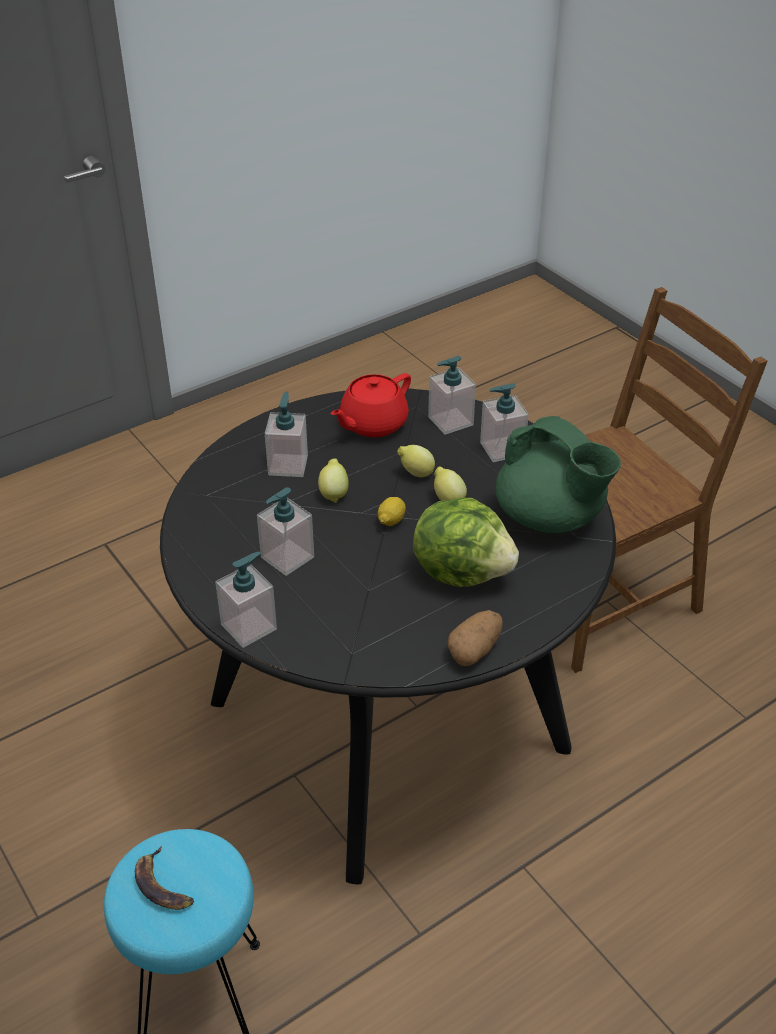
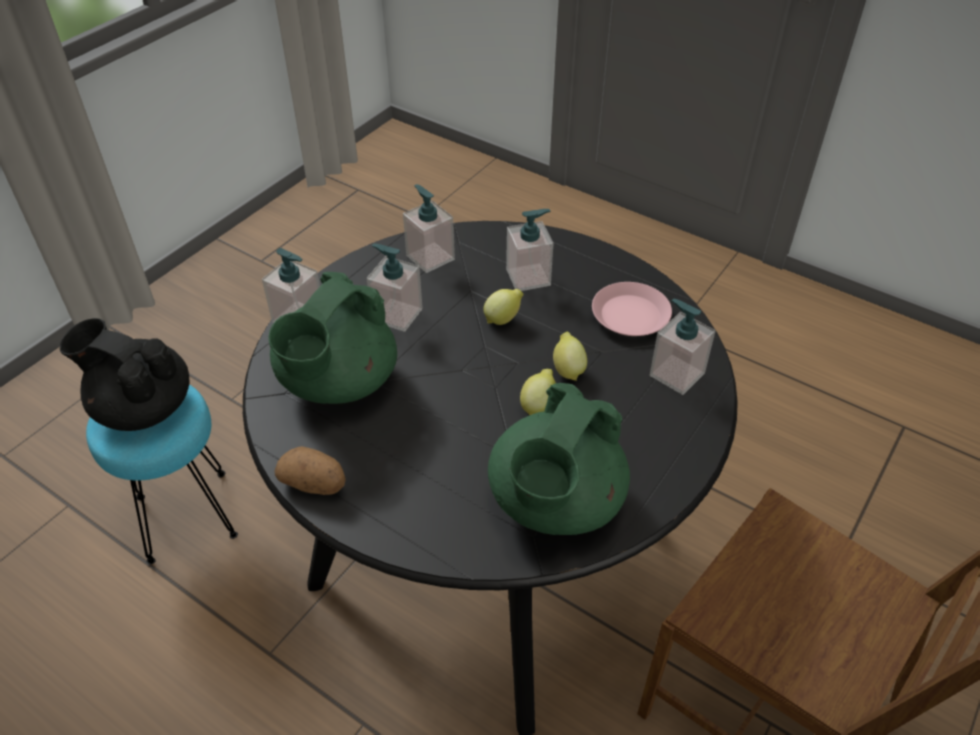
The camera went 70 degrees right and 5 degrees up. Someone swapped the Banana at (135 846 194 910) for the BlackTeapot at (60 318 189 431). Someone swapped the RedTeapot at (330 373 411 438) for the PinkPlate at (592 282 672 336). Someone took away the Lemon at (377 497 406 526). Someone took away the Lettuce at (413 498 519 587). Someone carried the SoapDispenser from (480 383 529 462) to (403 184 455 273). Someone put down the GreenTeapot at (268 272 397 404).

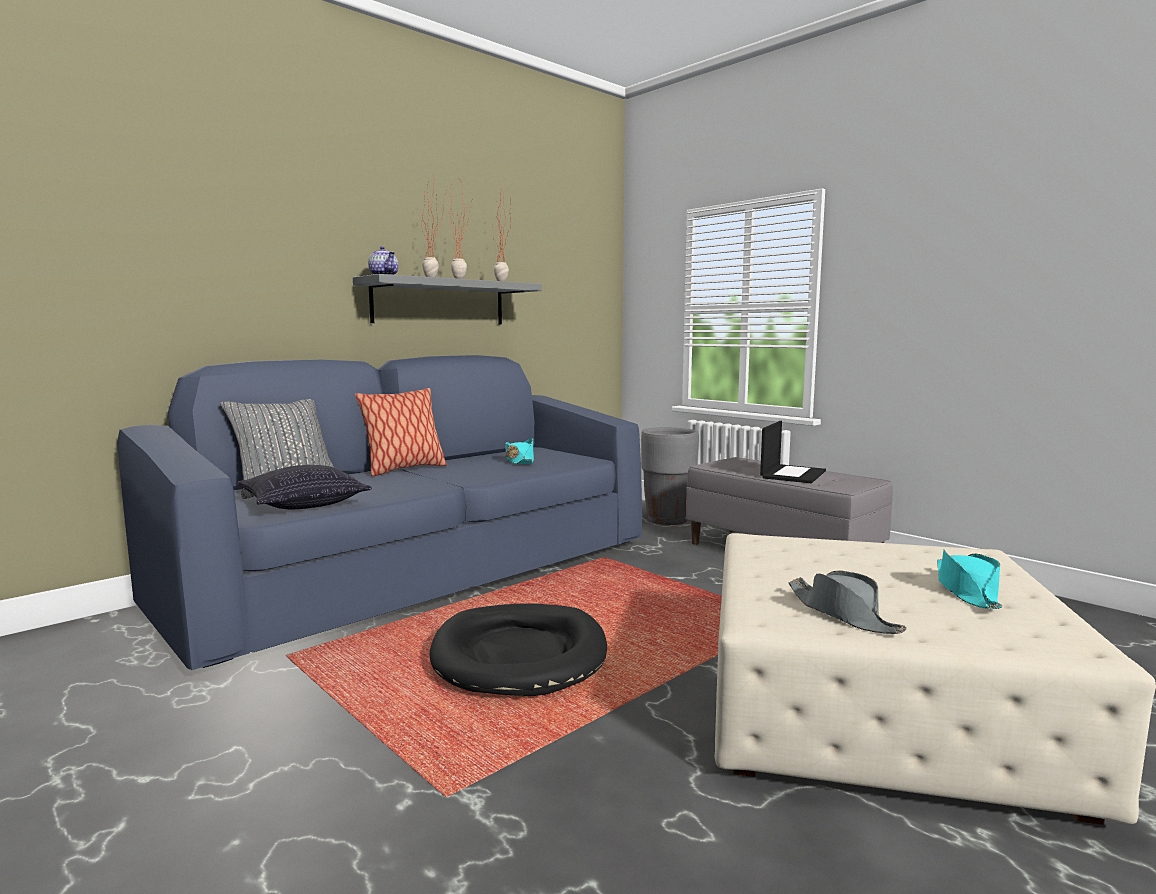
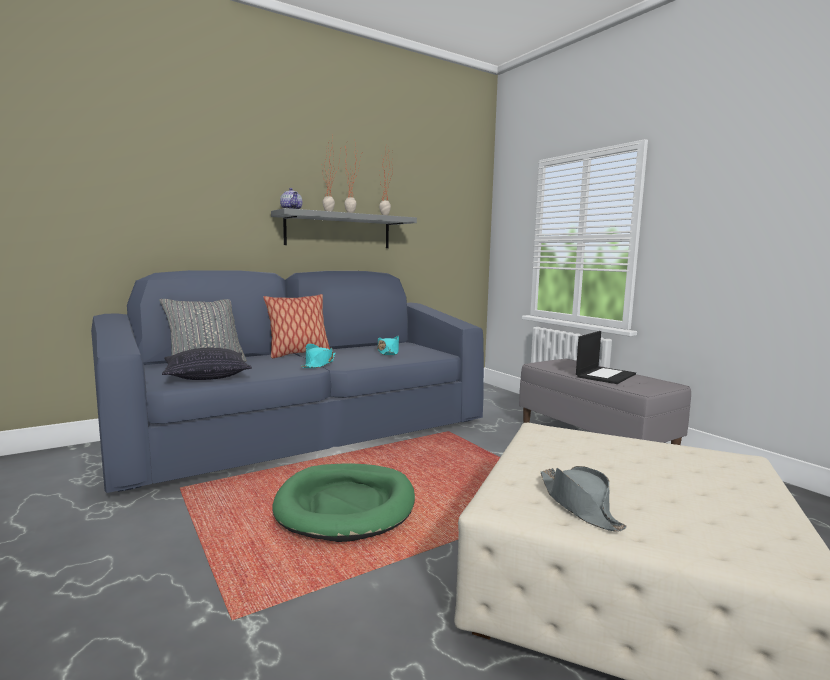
The camera went 10 degrees right and 0 degrees up. Someone repainted the BlackDogBed at (430 604 607 696), which became the GreenDogBed at (272 463 415 542). Someone took away the GreyPlanter at (641 427 699 525). Someone carried the TurquoiseHat from (937 549 1003 609) to (301 344 336 368).

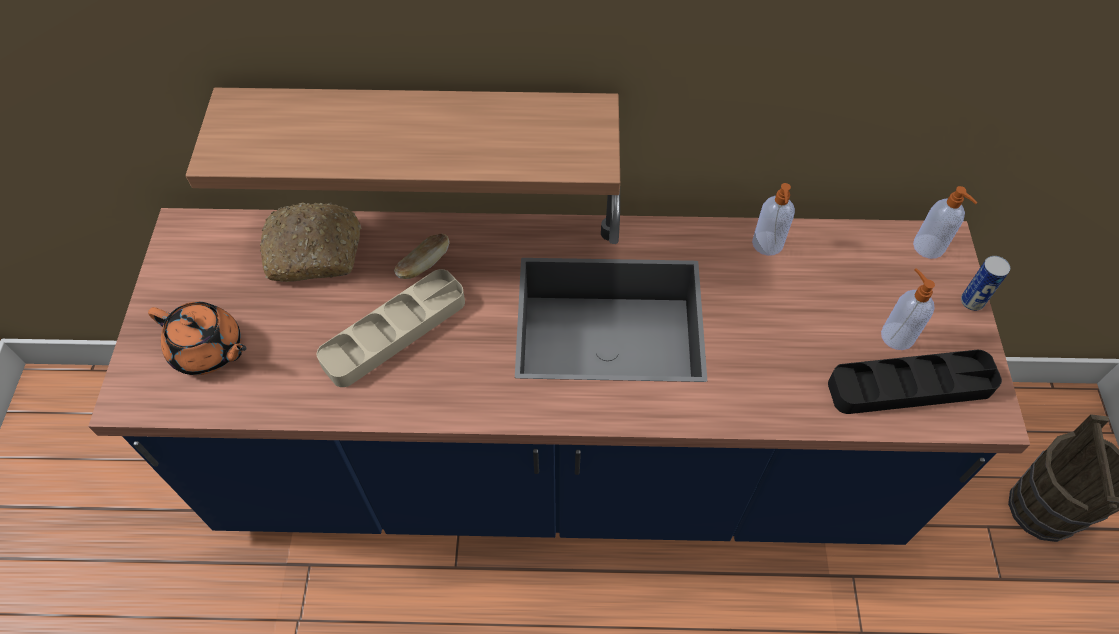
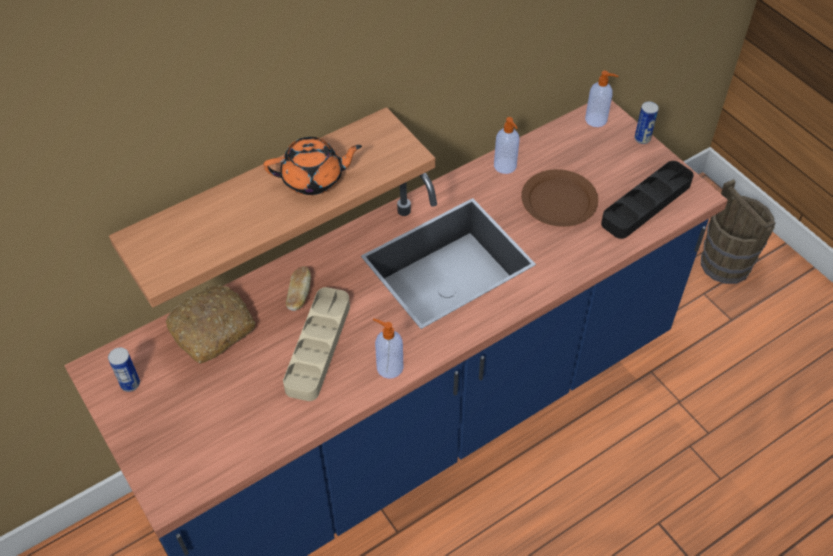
The camera went 35 degrees left and 5 degrees down. Someone carried the OrangeTeapot from (148 302 247 375) to (264 137 362 195). Someone carried the SoapDispenser from (881 268 935 350) to (373 319 403 379). Someone put down the Can at (108 348 140 392). Someone put down the BrownPlate at (521 169 598 227).

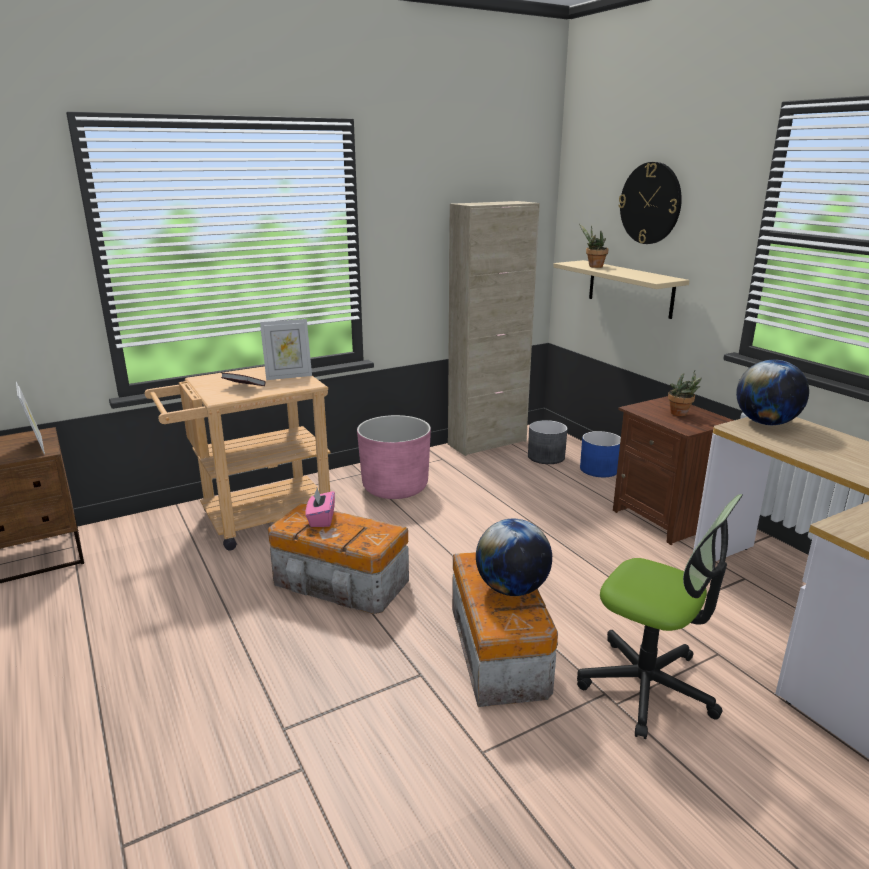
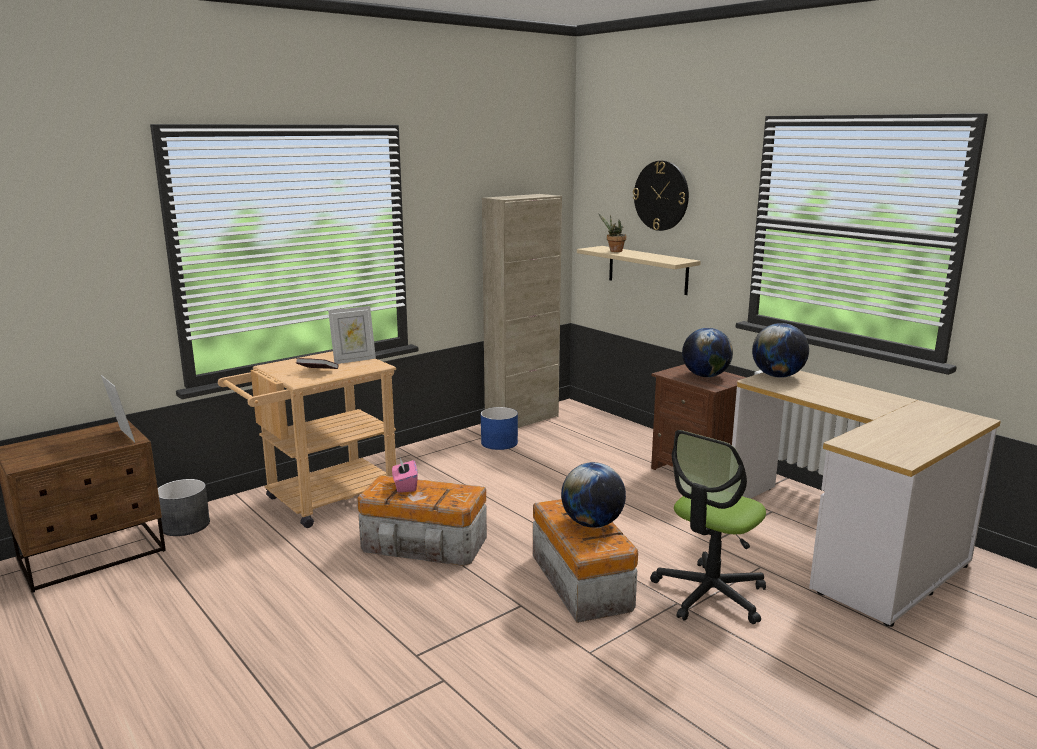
The camera went 10 degrees left and 5 degrees down. Someone took away the PinkPlanter at (357 415 431 499). Someone carried the GreyPlanter from (528 420 568 464) to (158 479 210 536). Someone rotated the OfficeChair at (577 494 743 739) by 105 degrees clockwise. Someone carried the BluePlanter from (580 431 621 477) to (481 407 518 450). Someone swapped the PottedPlant at (668 370 702 416) for the Globe at (682 328 733 377).

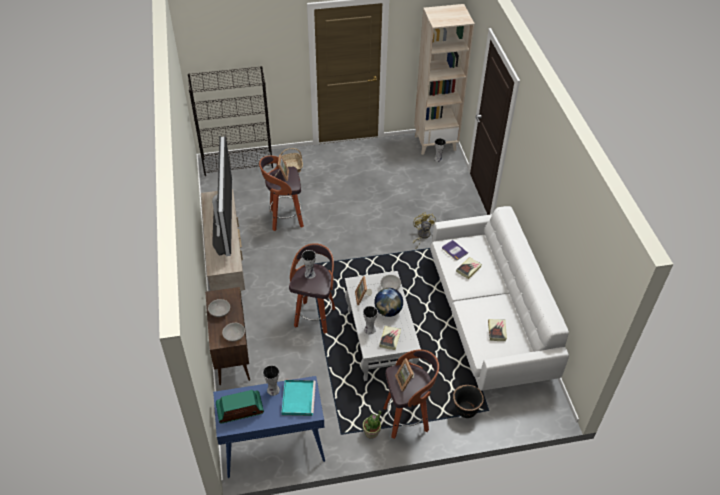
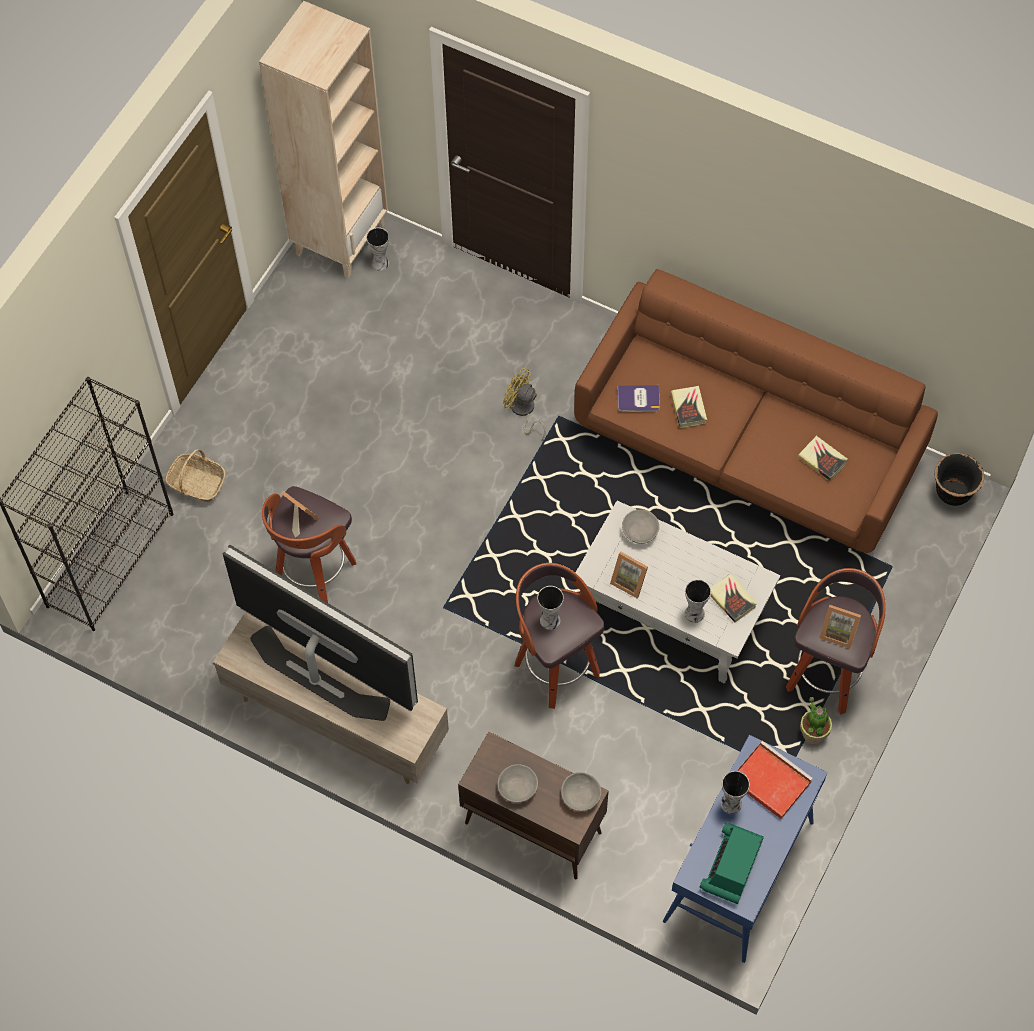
The camera went 50 degrees left and 15 degrees up. Someone repainted the TurquoiseTray at (281 380 316 416), which became the RedTray at (737 741 813 819). Someone took away the Globe at (374 288 403 317). Someone repainted the WhiteSofa at (430 206 569 391), which became the BrownSofa at (574 269 938 553). Someone carried the BlackPlanter from (453 385 484 418) to (934 453 984 506).

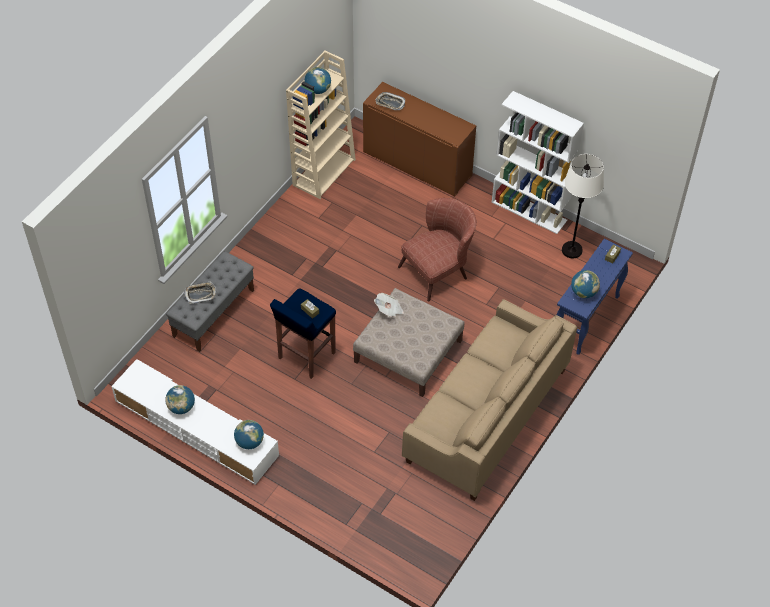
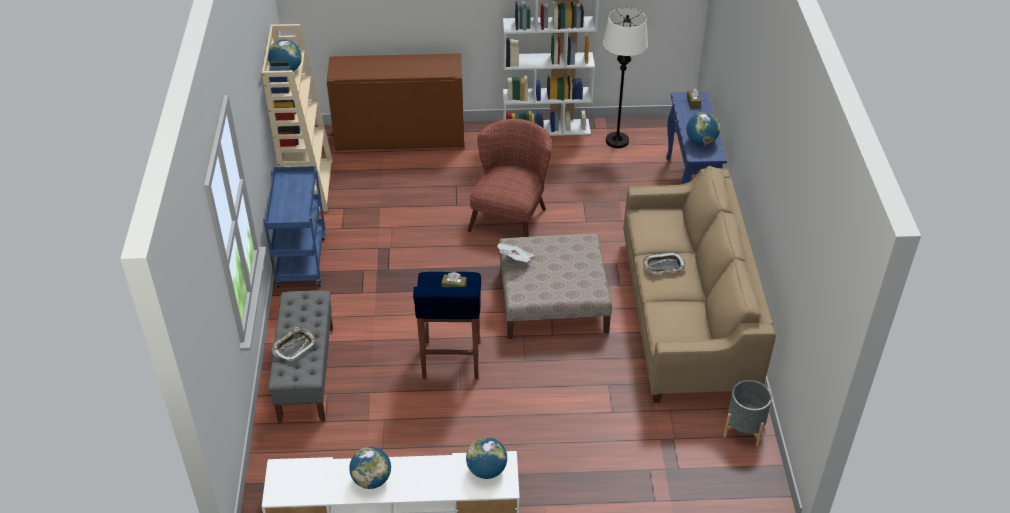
The camera went 35 degrees left and 10 degrees down. Someone carried the Tray from (376 92 405 110) to (643 252 686 274). Someone put down the BlueCart at (263 166 325 288). Someone put down the GreyPlanter at (723 380 772 447).

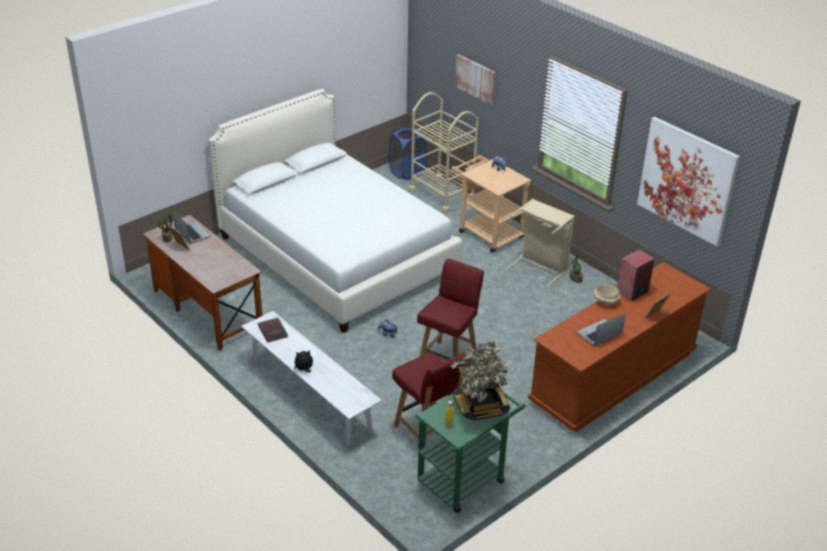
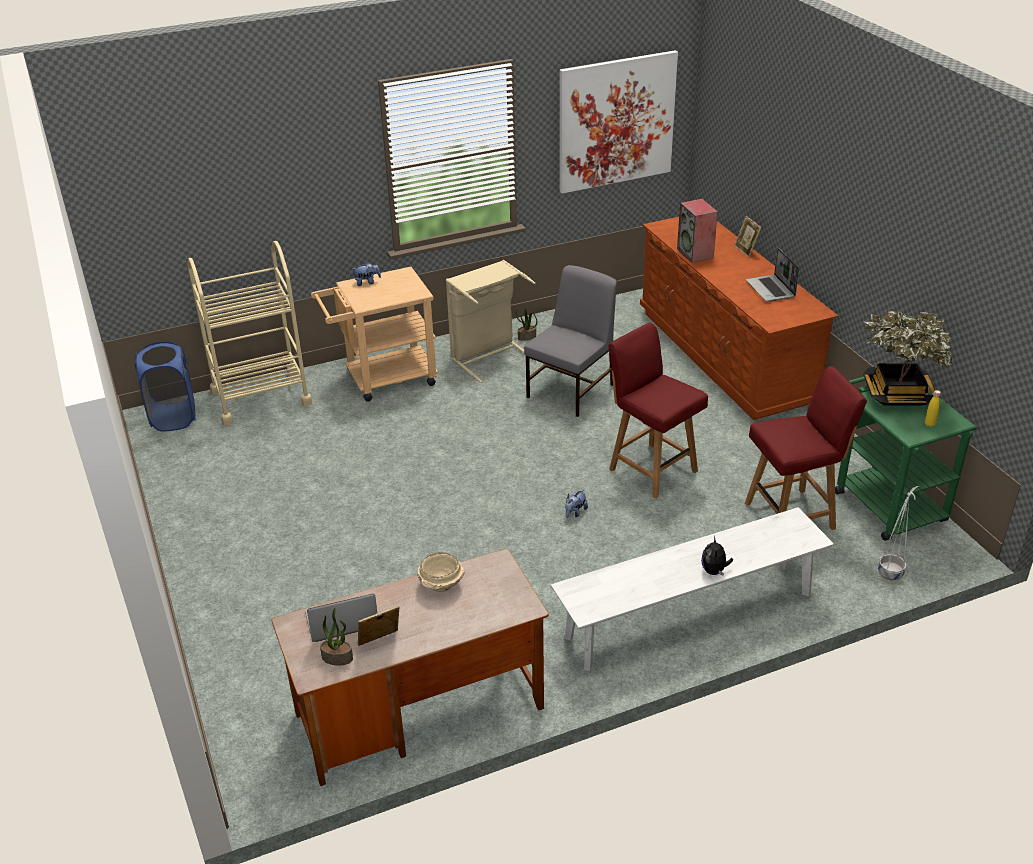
The camera went 70 degrees left and 0 degrees up. Someone took away the WhiteBed at (209 89 462 333). Someone took away the BrownBook at (258 317 288 342). Someone took away the Picture at (455 54 495 105). Someone carried the BeigeBowl from (594 284 621 306) to (418 552 465 592). Someone put down the GreyChair at (524 265 617 417). Someone put down the WhitePlanter at (878 486 919 580).

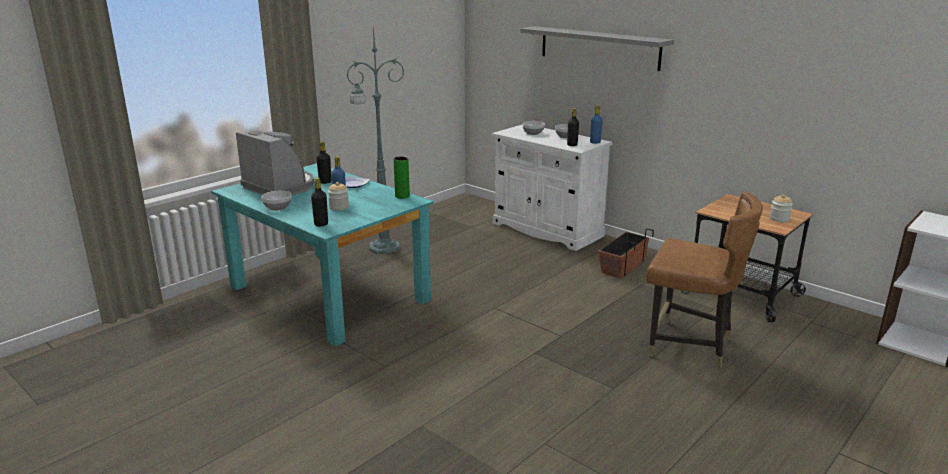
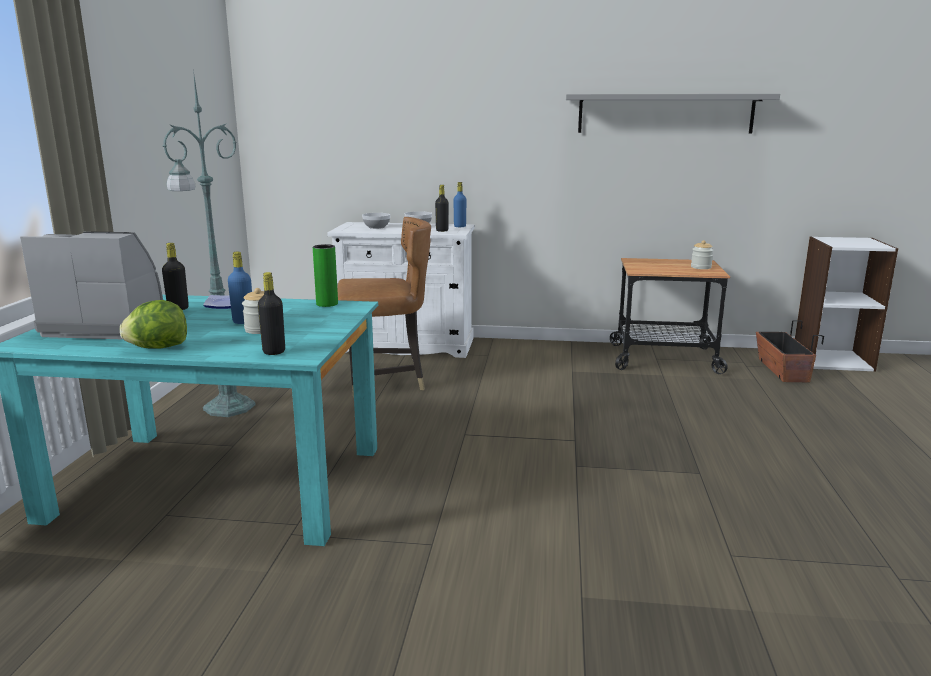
The camera went 35 degrees left and 5 degrees down. Someone swapped the Bowl at (261 191 291 211) for the Lettuce at (120 300 187 348). Someone carried the GreyShelf from (520 26 674 71) to (566 94 780 133). Someone carried the Planter from (598 228 654 278) to (756 320 824 382). Someone carried the BrownChair from (646 192 763 369) to (337 217 431 398).

